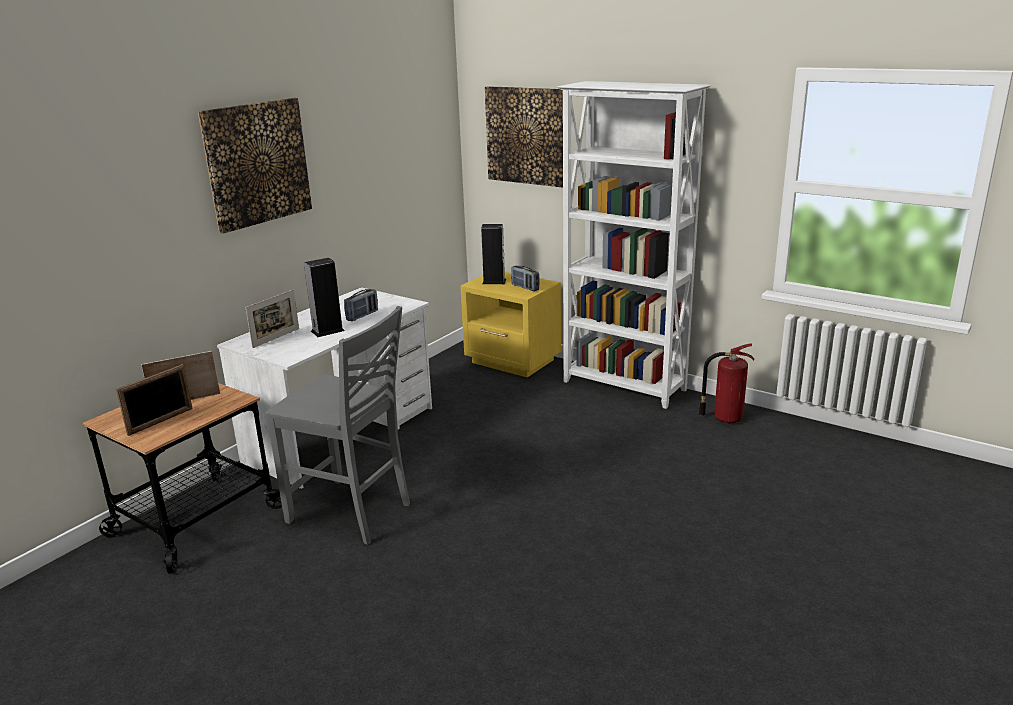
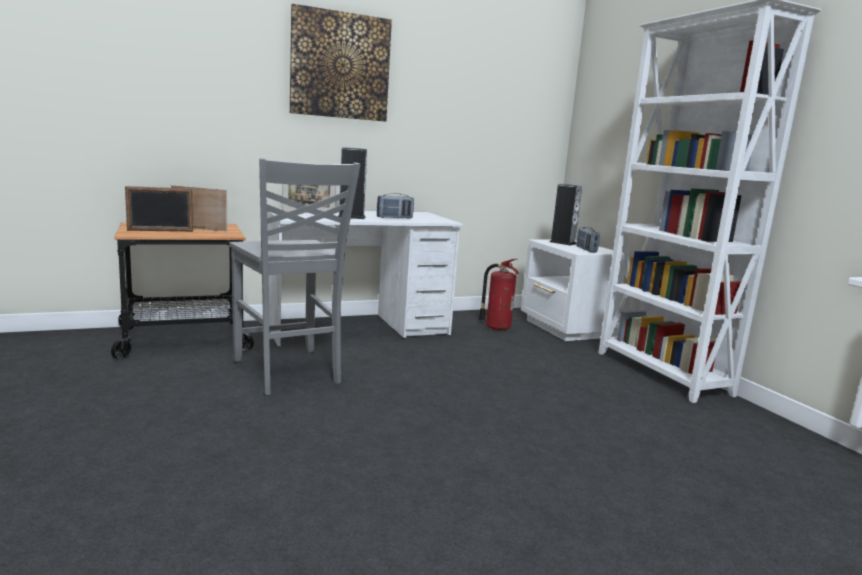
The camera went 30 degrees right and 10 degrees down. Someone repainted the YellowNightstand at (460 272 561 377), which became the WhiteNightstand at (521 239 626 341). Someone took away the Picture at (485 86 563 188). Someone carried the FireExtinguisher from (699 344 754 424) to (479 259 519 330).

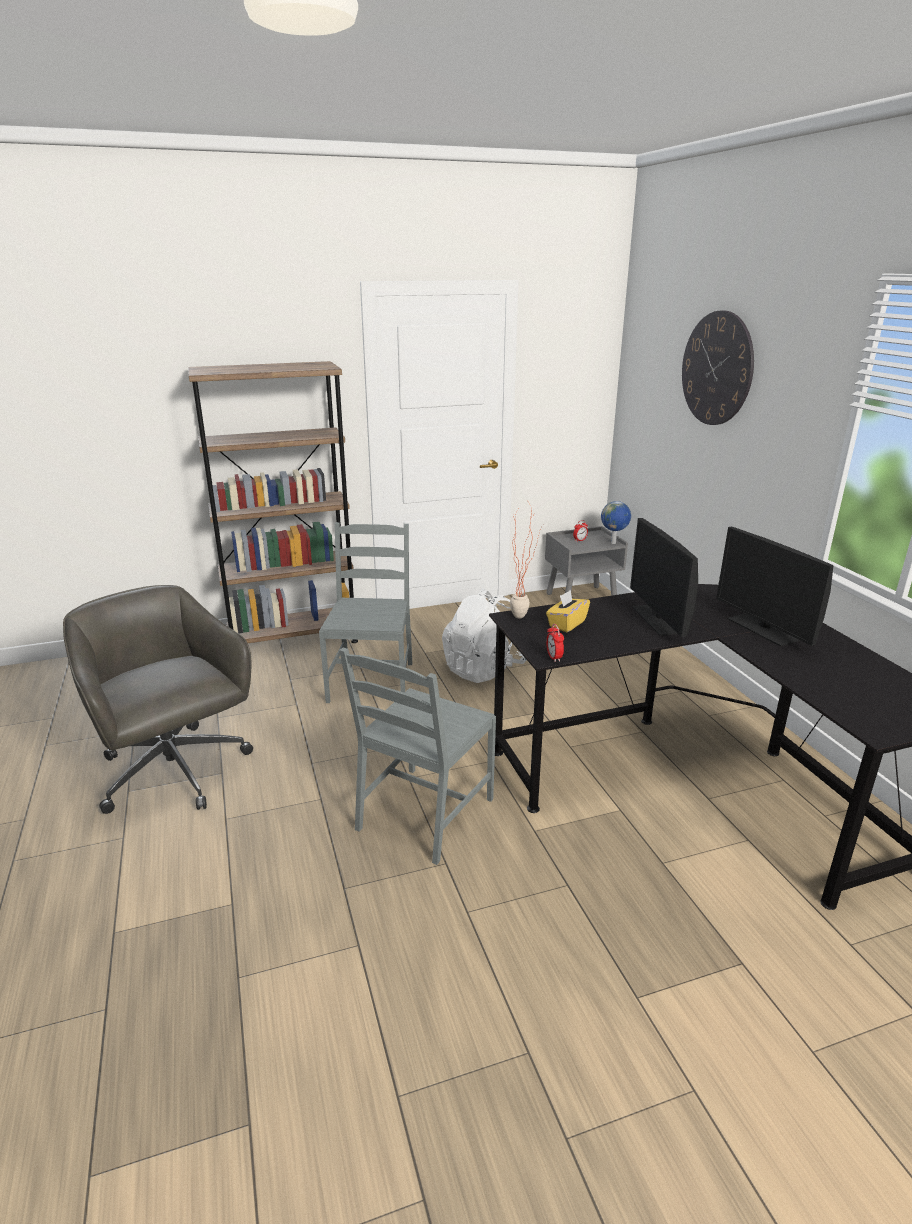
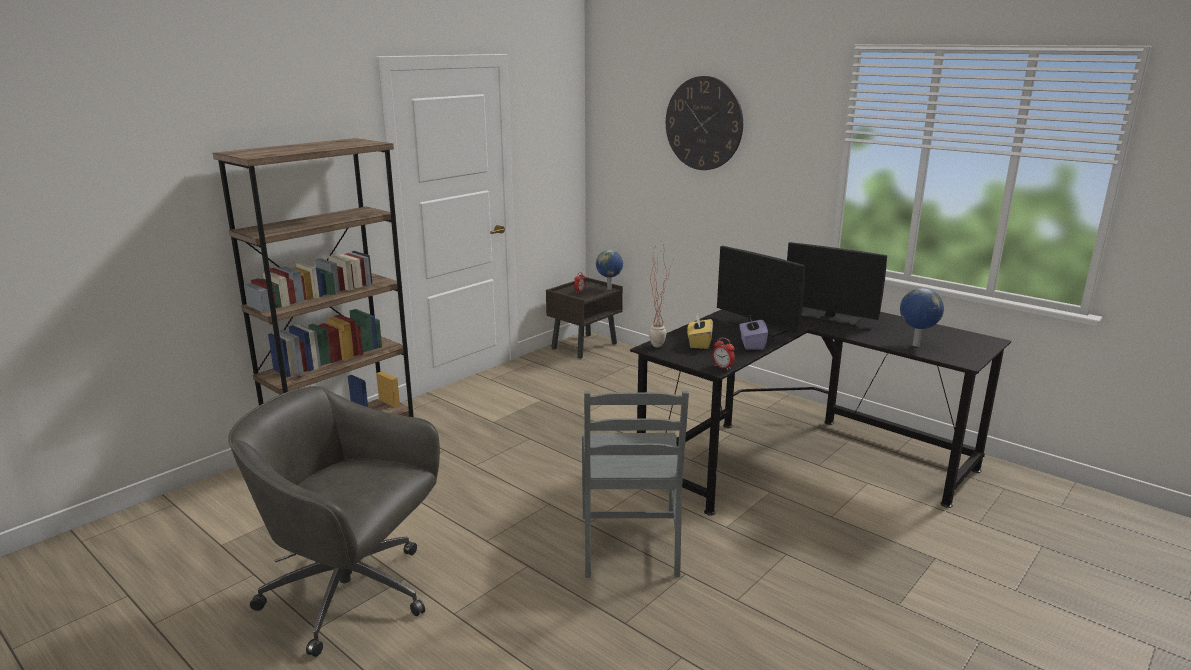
The camera went 30 degrees left and 5 degrees down. Someone took away the GreyChair at (319 522 412 703). Someone took away the WhiteBackpack at (442 589 526 683). Someone repainted the GreyNightstand at (545 526 628 596), which became the BrownNightstand at (546 277 623 359). Someone put down the PurpleTissueBox at (739 317 768 350). Someone put down the Globe at (900 288 944 347).

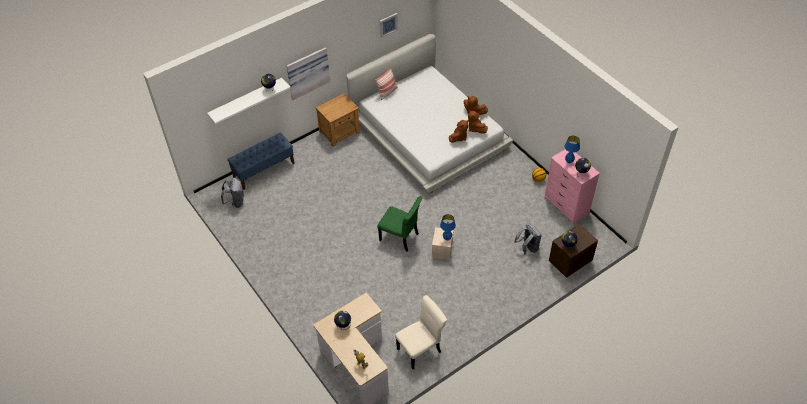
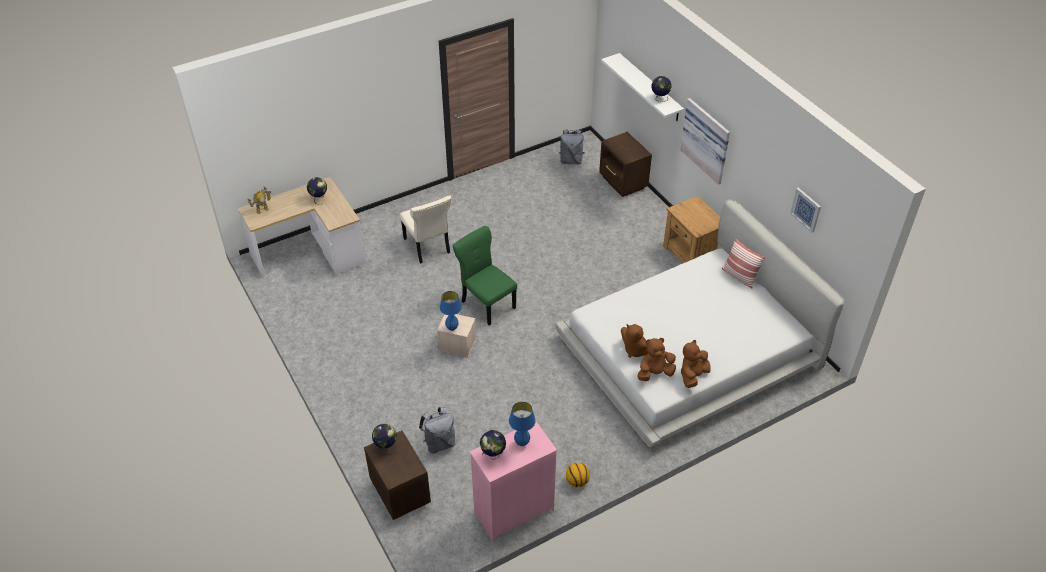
The camera went 95 degrees right and 5 degrees down. Someone swapped the BlueBench at (227 132 295 190) for the BrownNightstand at (599 132 652 197). Someone rotated the GreenChair at (377 196 423 252) by 105 degrees clockwise. Someone carried the BeigeChair from (395 295 447 370) to (400 195 451 264).

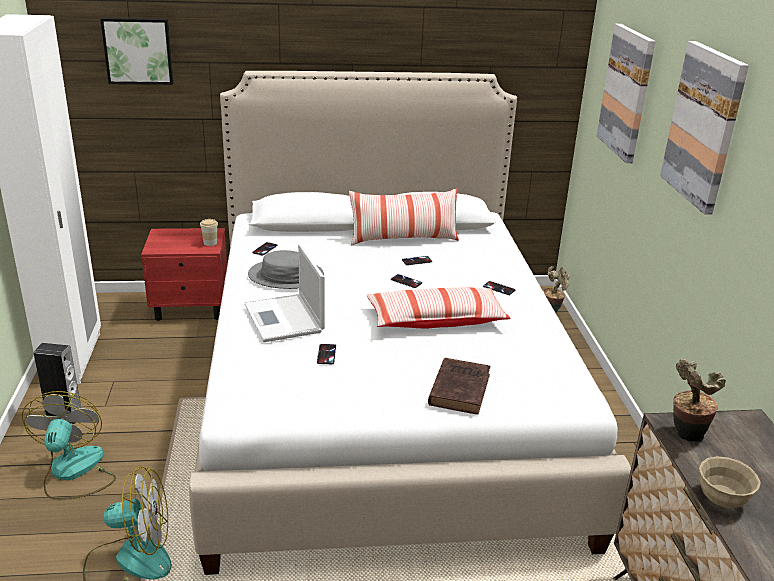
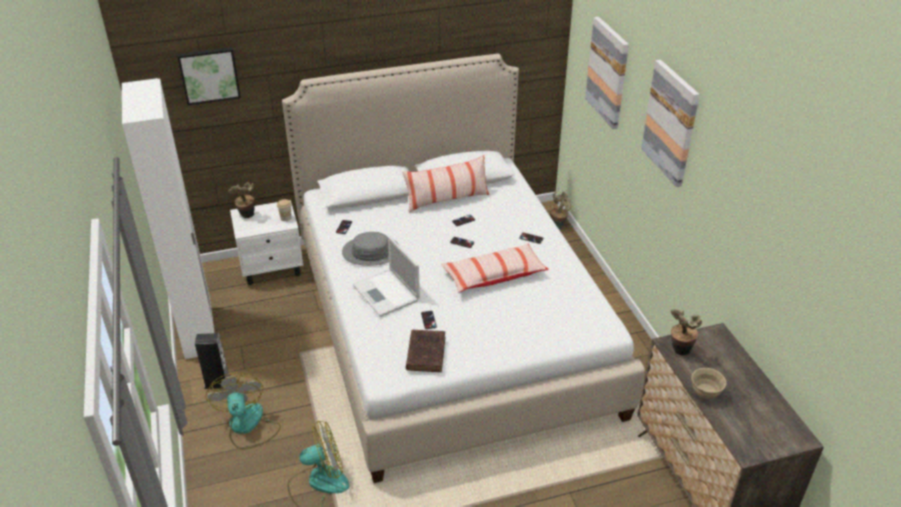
The camera went 10 degrees left and 10 degrees up. Someone repainted the RedNightstand at (141 228 227 321), which became the WhiteNightstand at (230 200 304 285). Someone carried the BrownBook from (428 358 490 415) to (406 330 446 372). Someone put down the PottedPlant at (228 182 255 218).

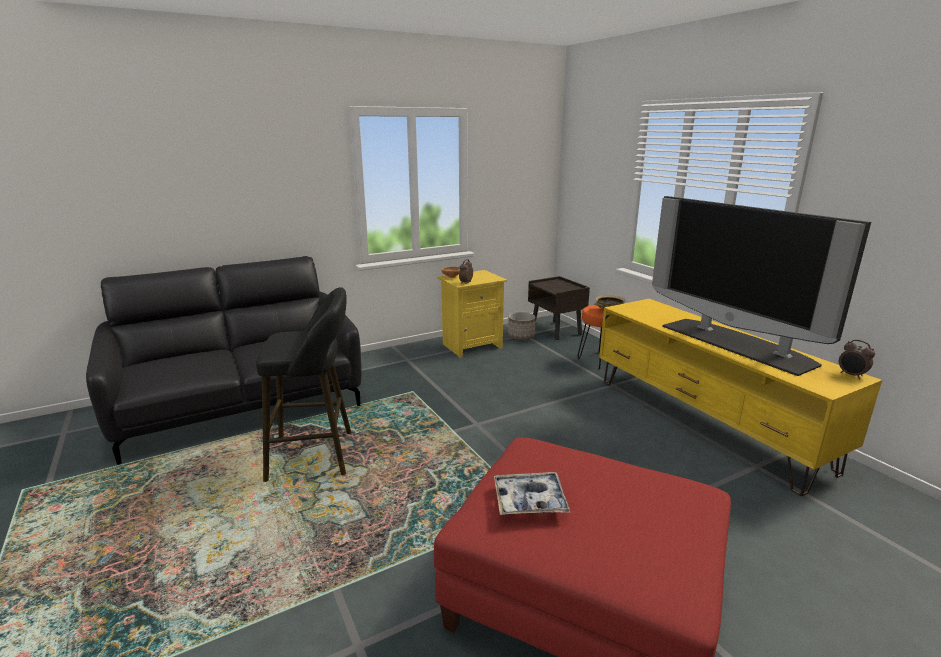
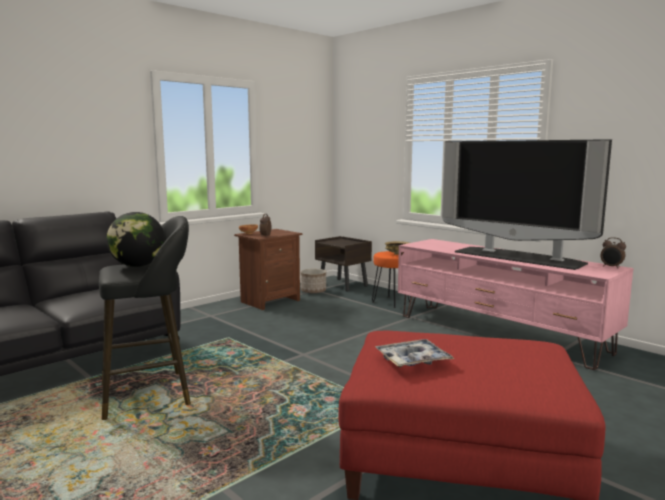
The camera went 15 degrees left and 10 degrees down. Someone repainted the YellowNightstand at (437 270 507 358), which became the BrownNightstand at (234 229 302 310). Someone repainted the YellowTvStand at (599 299 882 496), which became the PinkTvStand at (398 239 633 370). Someone put down the Globe at (107 212 165 267).

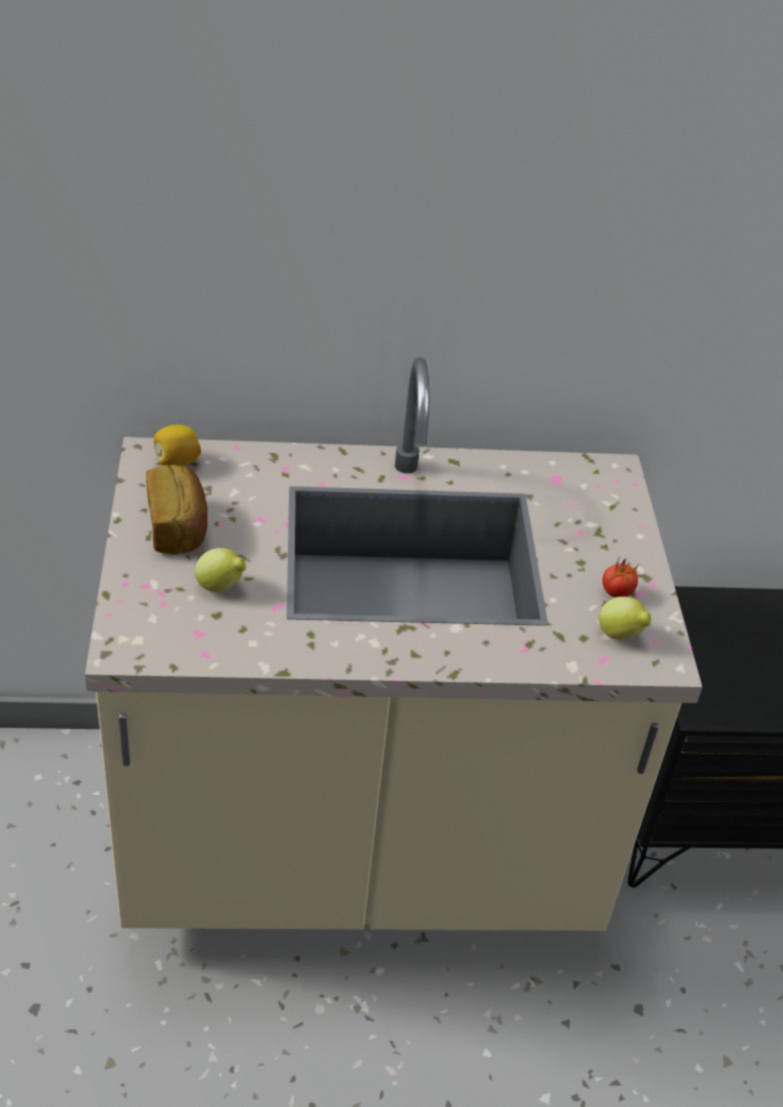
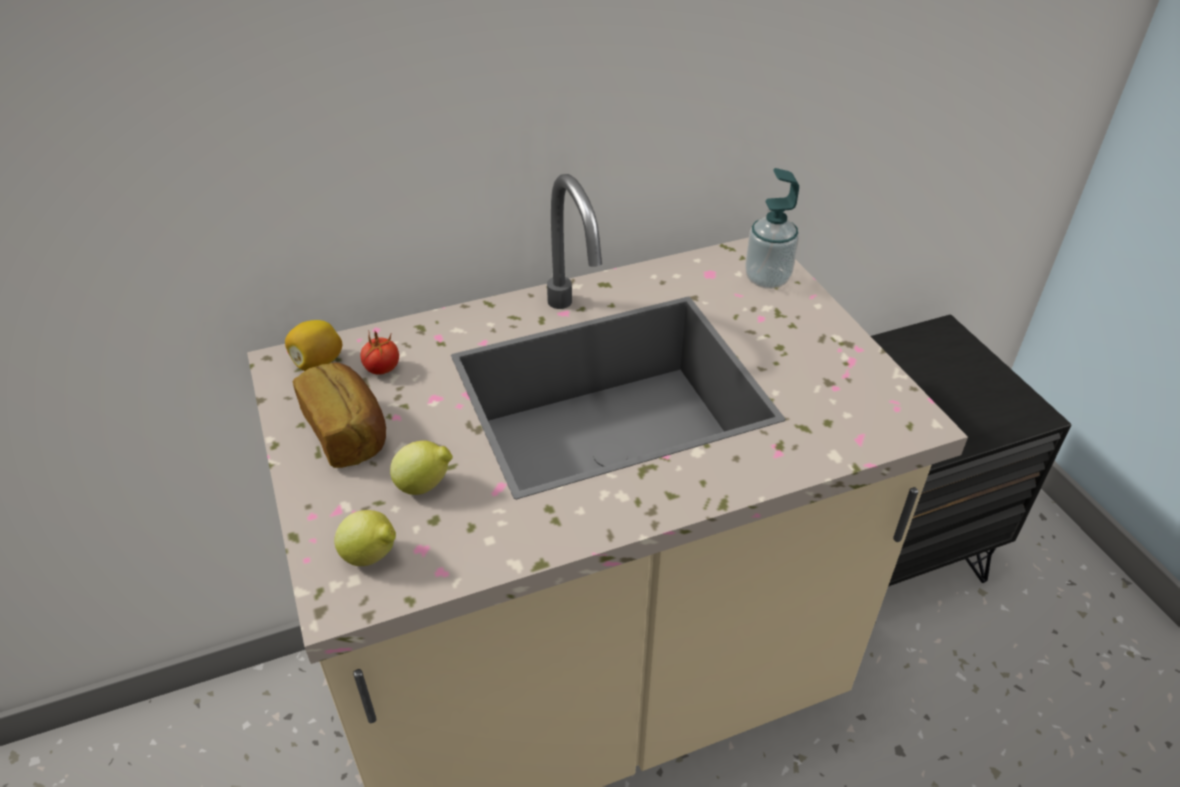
The camera went 15 degrees left and 0 degrees up. Someone carried the Lemon from (599 597 651 640) to (334 510 396 566). Someone carried the Tomato from (602 558 639 597) to (361 330 399 375). Someone put down the SoapDispenser at (745 168 799 289).

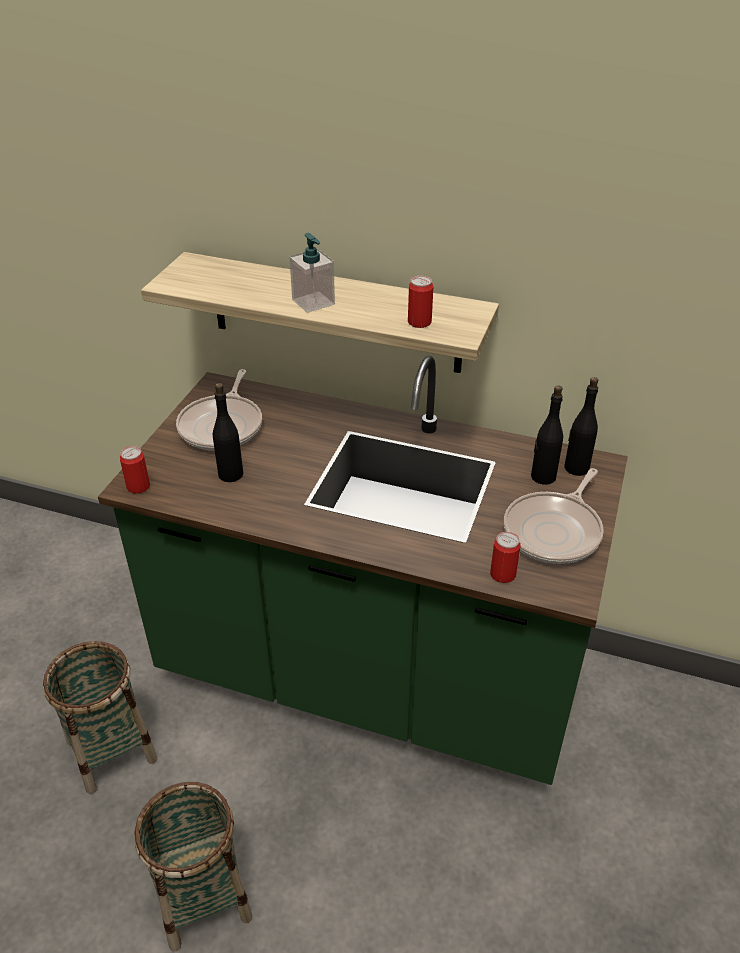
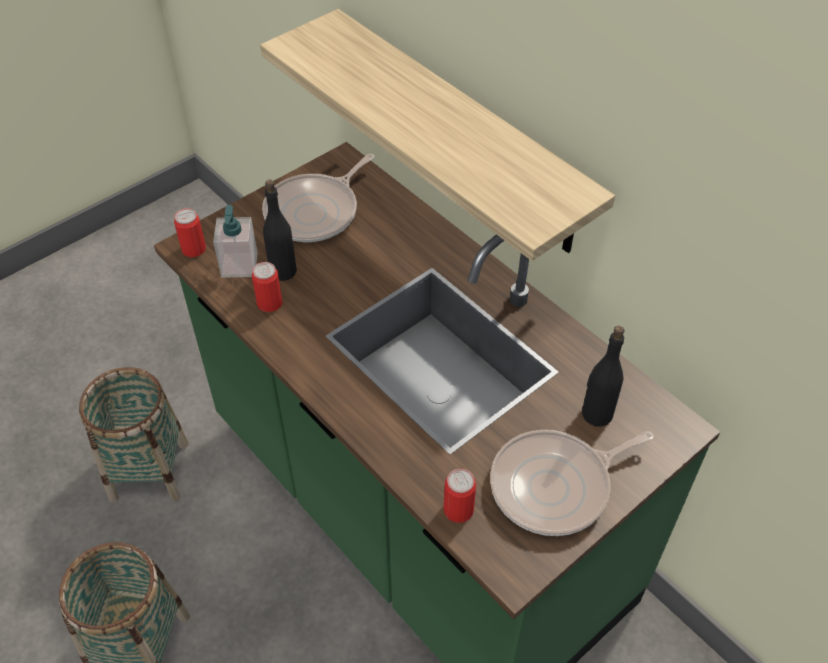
The camera went 30 degrees right and 10 degrees up. Someone carried the SoapDispenser from (289 233 335 313) to (213 205 258 278). Someone carried the Can from (408 276 434 328) to (252 262 283 312). Someone took away the BlackBottle at (564 377 598 476).

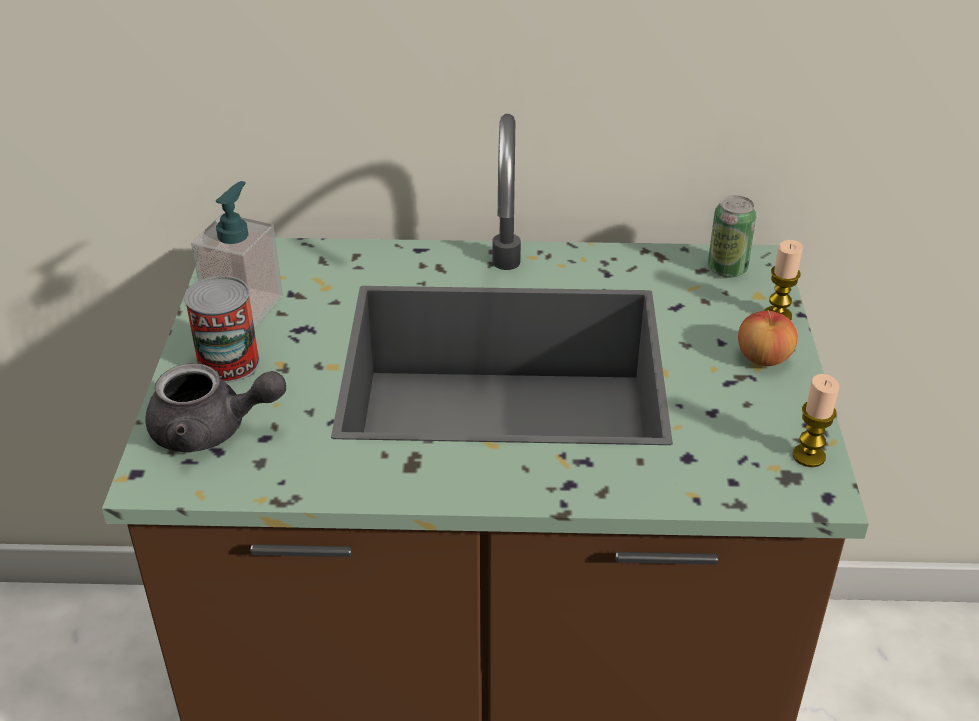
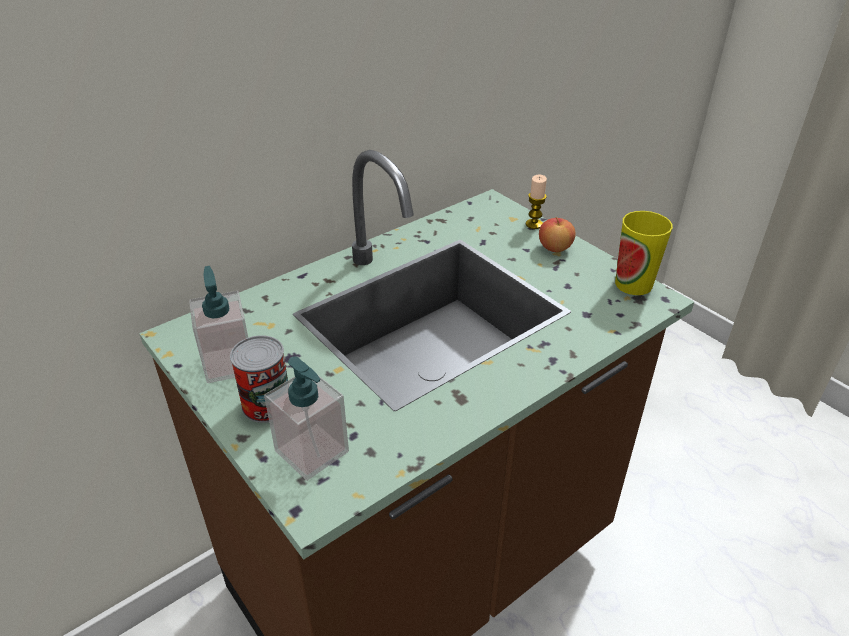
The camera went 40 degrees left and 0 degrees up. Someone swapped the GreyTeapot at (145 363 286 453) for the SoapDispenser at (264 357 349 481). Someone took away the Can at (708 195 757 278). Someone swapped the Candle at (793 374 839 467) for the Cup at (615 211 673 295).

